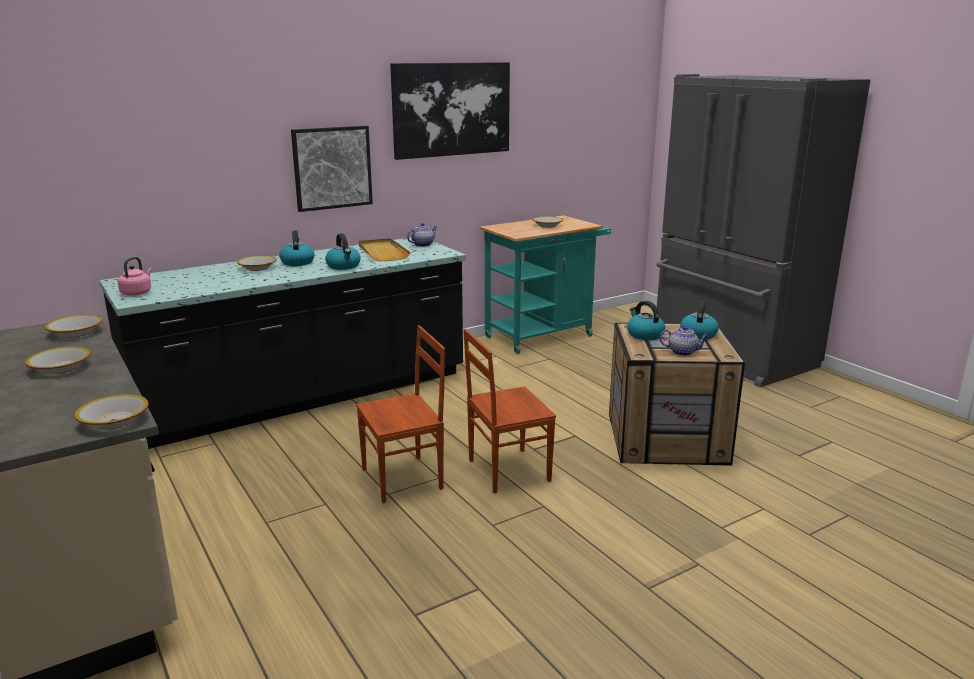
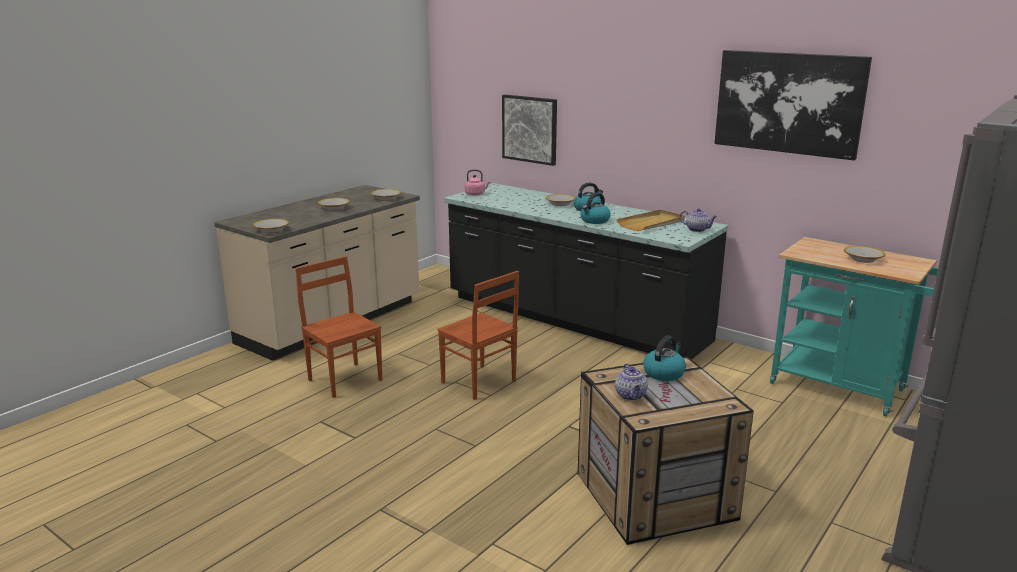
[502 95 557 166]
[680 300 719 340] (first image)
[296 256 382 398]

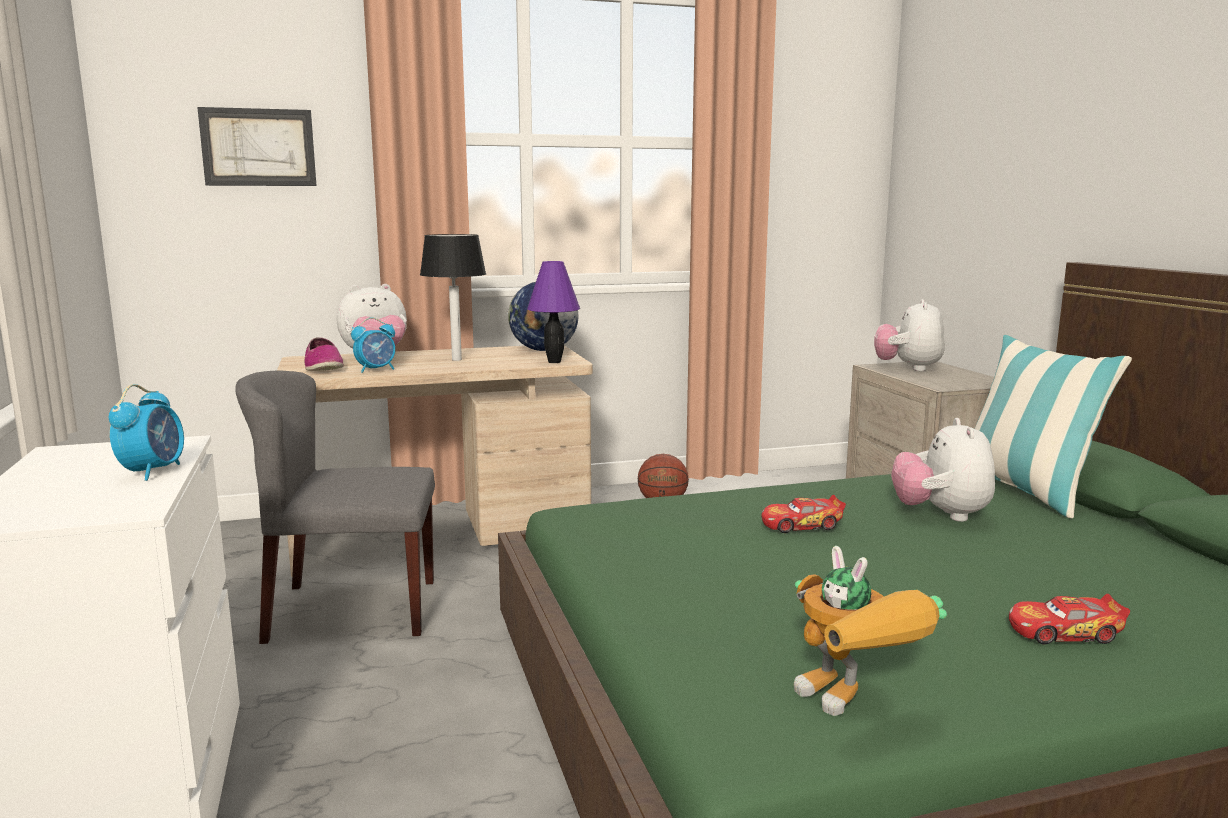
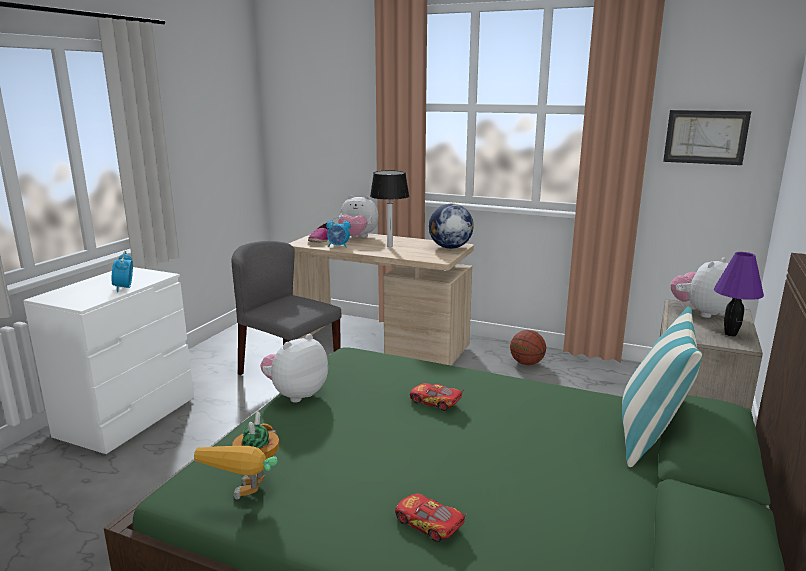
[663 110 751 165]
[714 252 764 337]
[112 251 133 292]
[260 334 328 403]

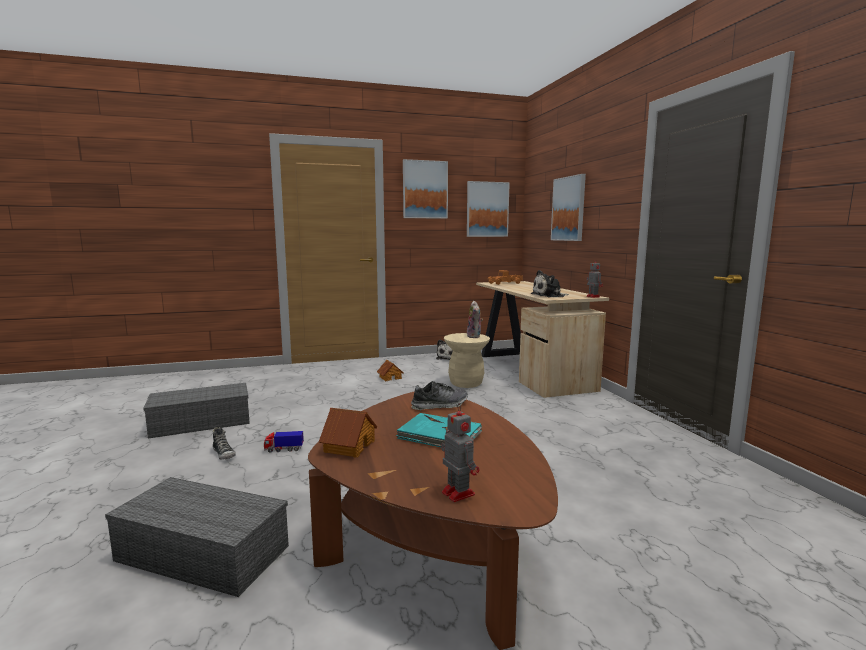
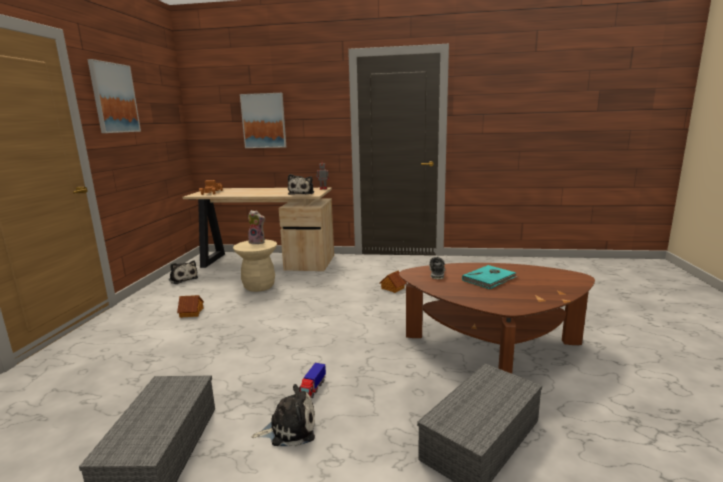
[467 181 510 237] (first image)
[441 403 479 502] (first image)
[380 271 407 293]
[251 384 315 447]

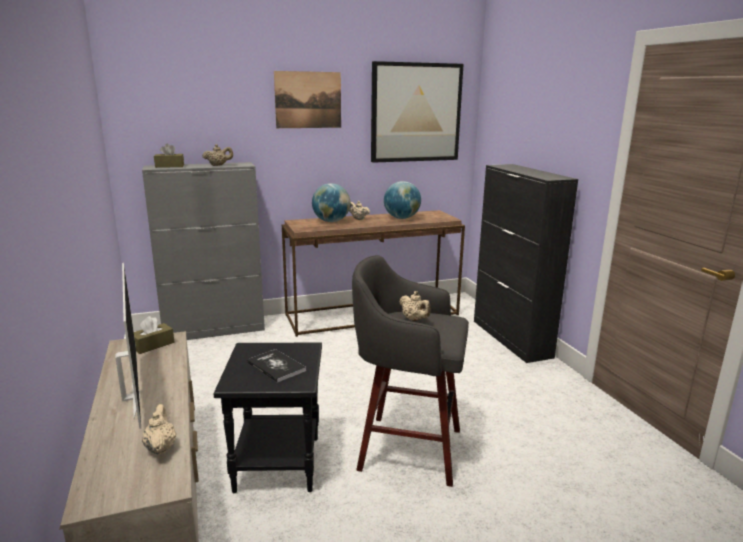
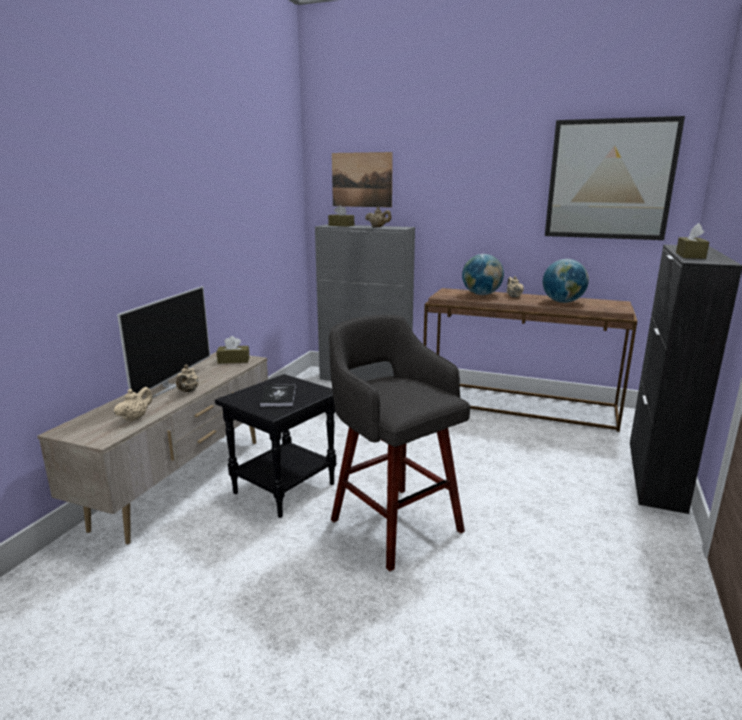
[332 152 393 207]
[176 365 199 392]
[676 223 709 259]

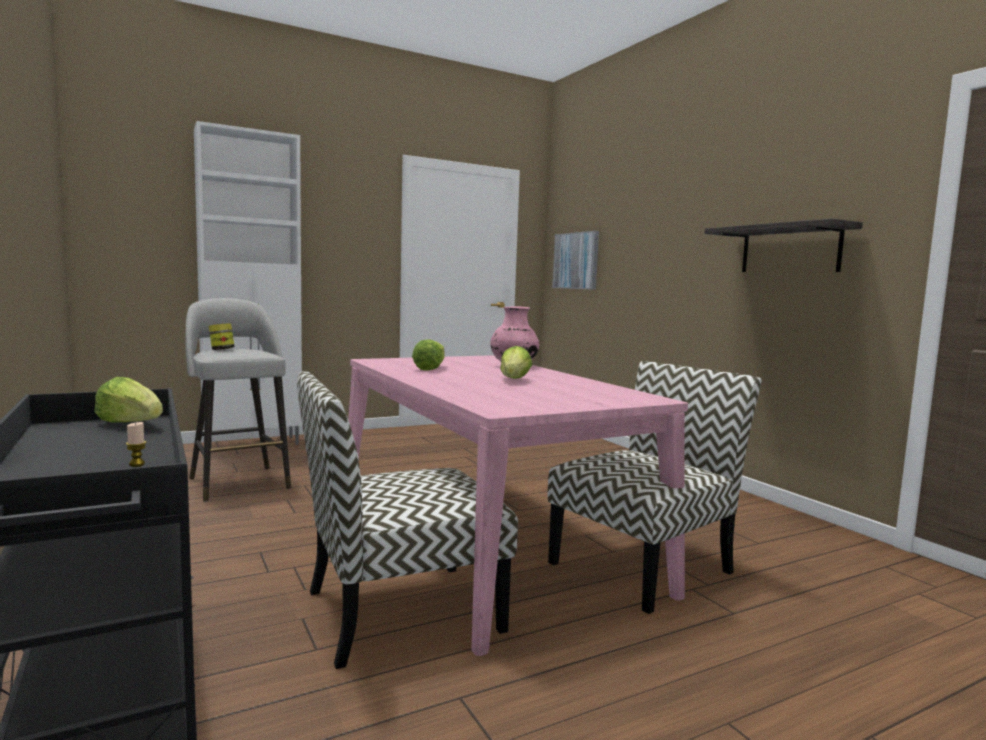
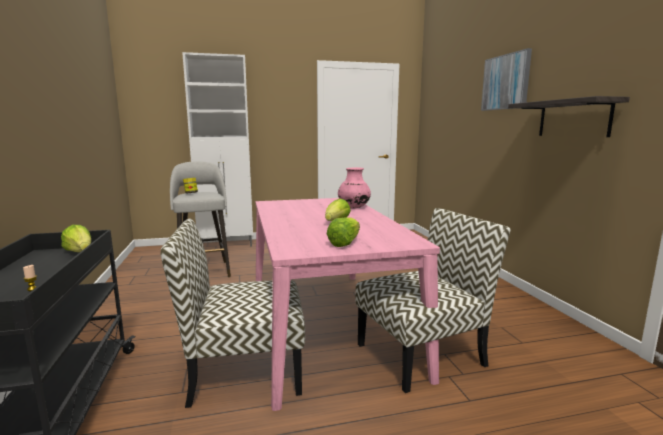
[481 48 532 111]
[327 217 360 247]

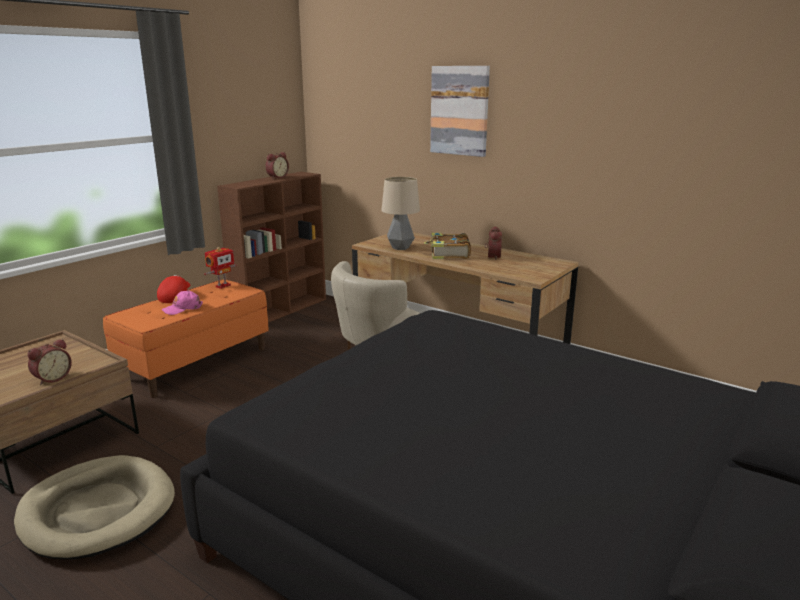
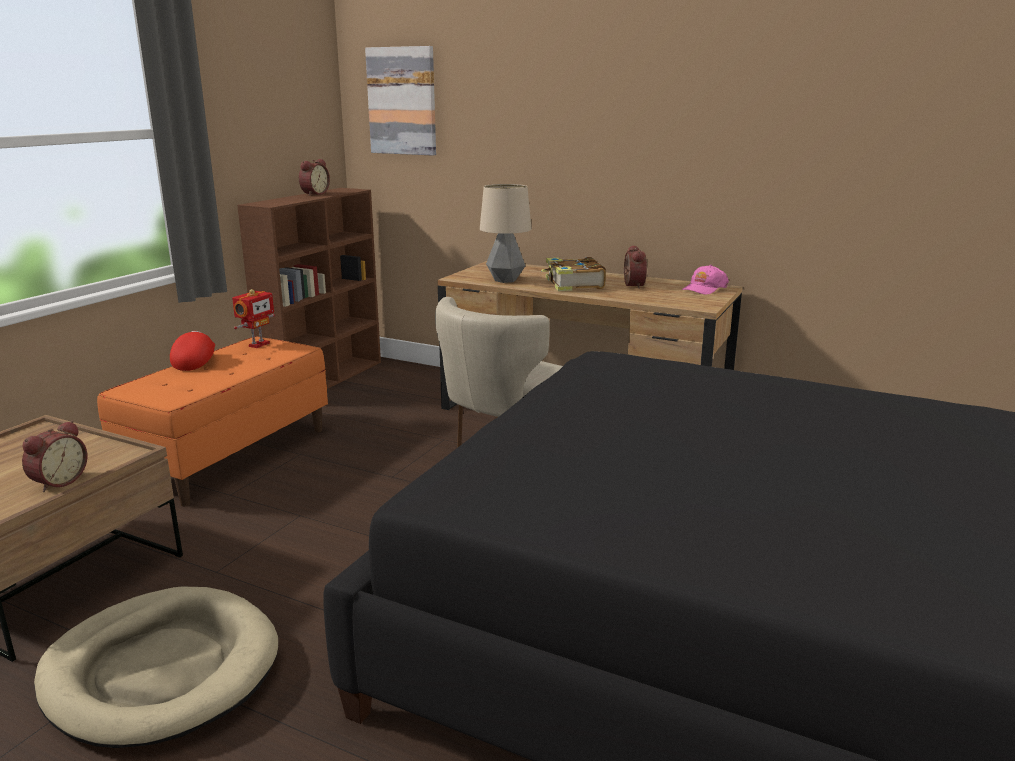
[365 46 436 155]
[682 265 729 294]

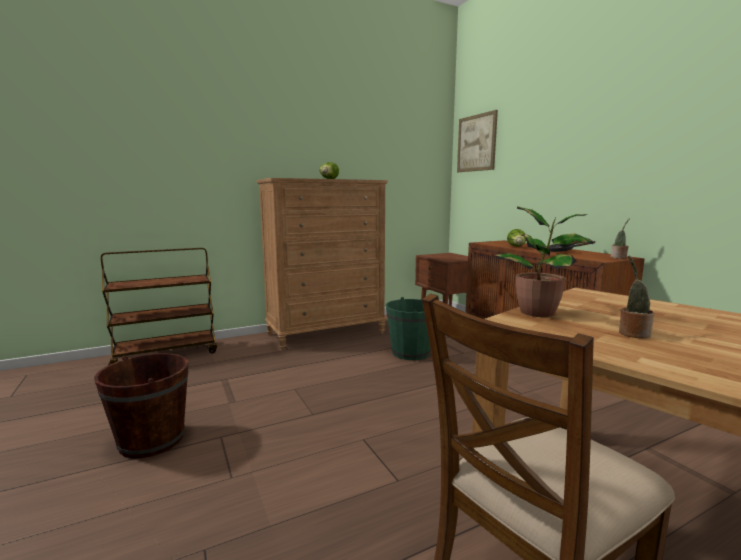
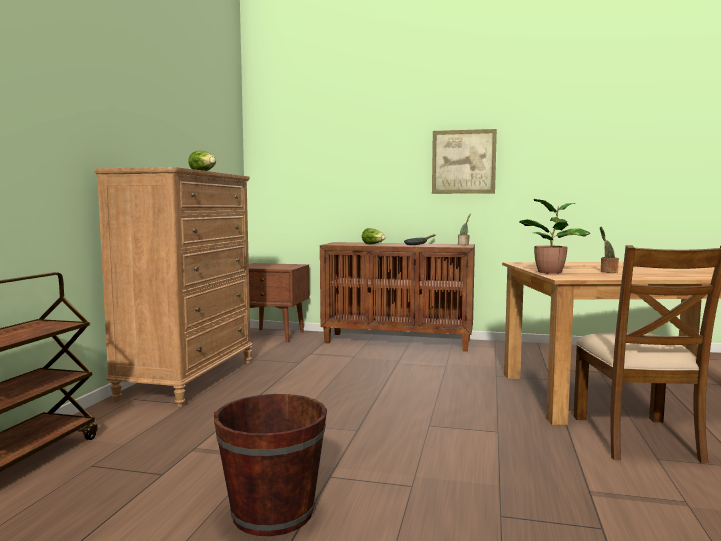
[432 129 497 194]
[386 297 431 360] (first image)

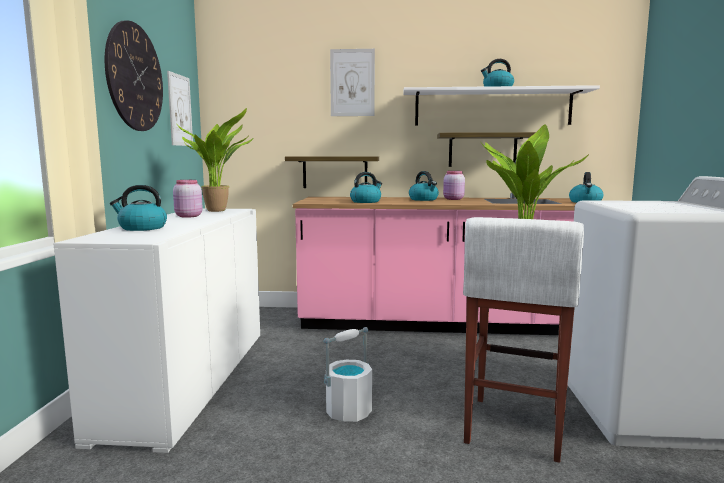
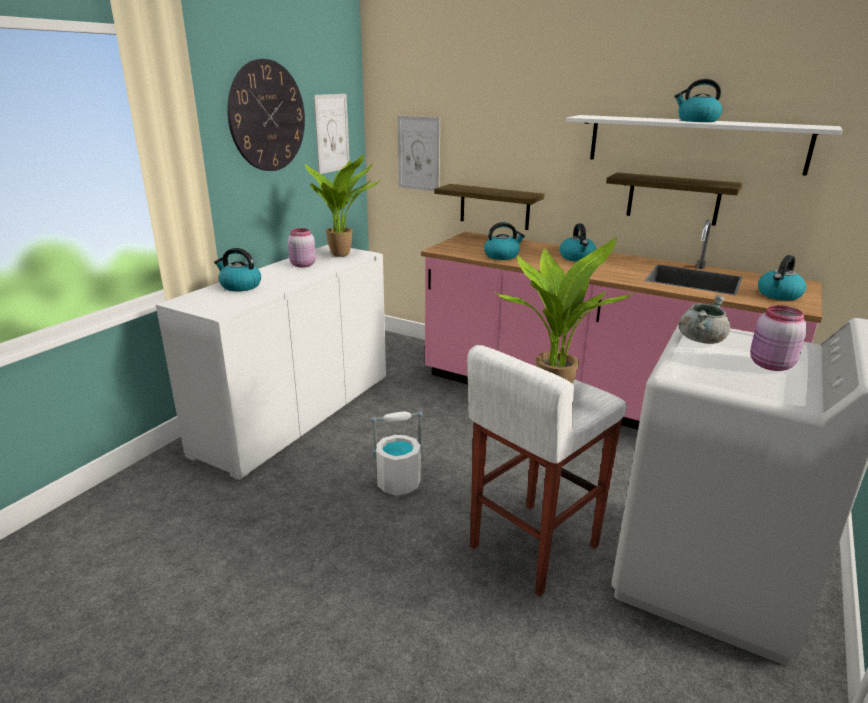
[398 115 440 191]
[750 305 807 371]
[679 295 730 344]

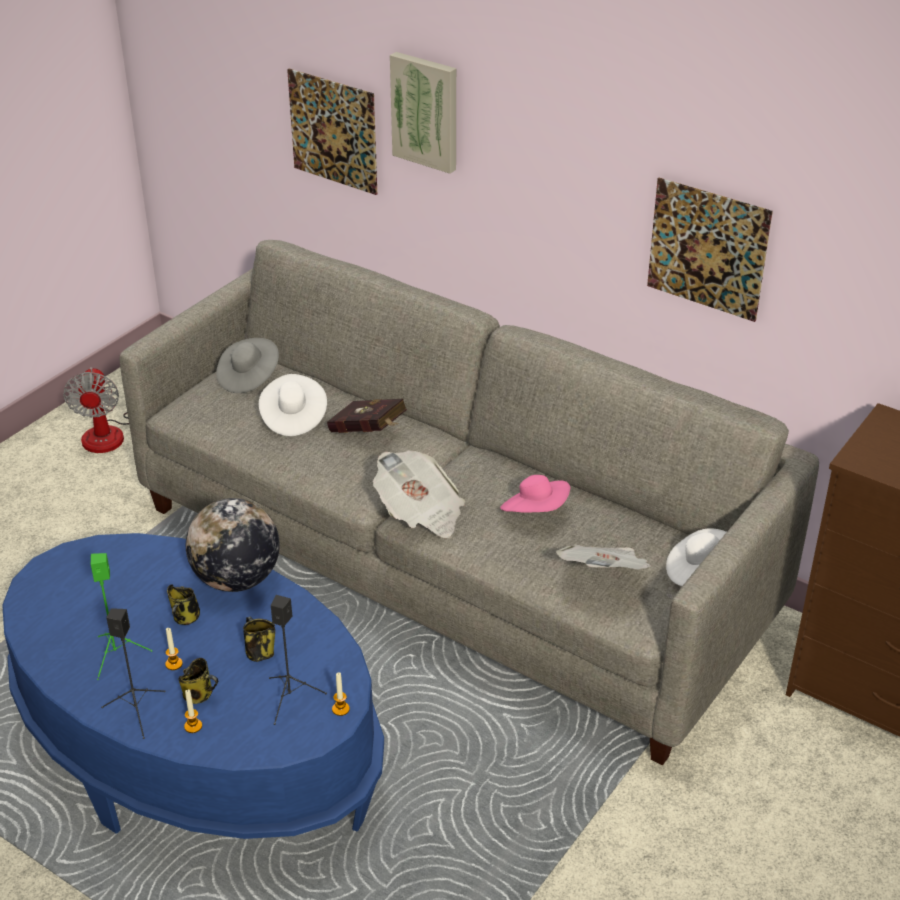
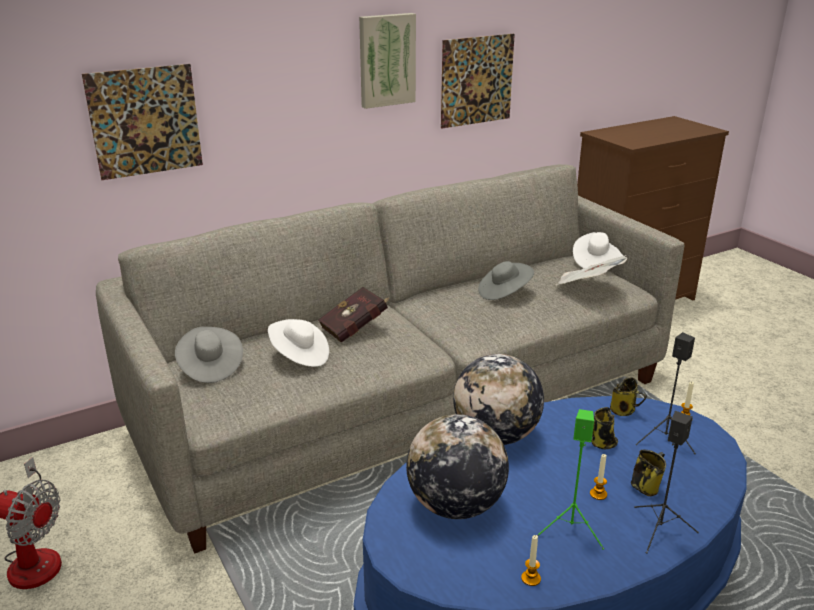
[359 13 416 109]
[373 450 465 538] (first image)
[478 261 534 300]
[610 378 647 416]
[521 535 541 586]
[406 414 509 519]

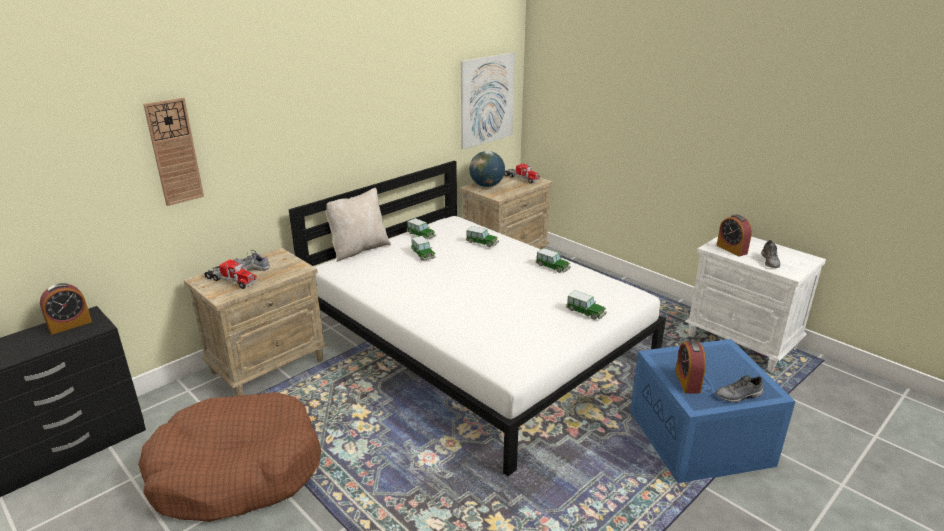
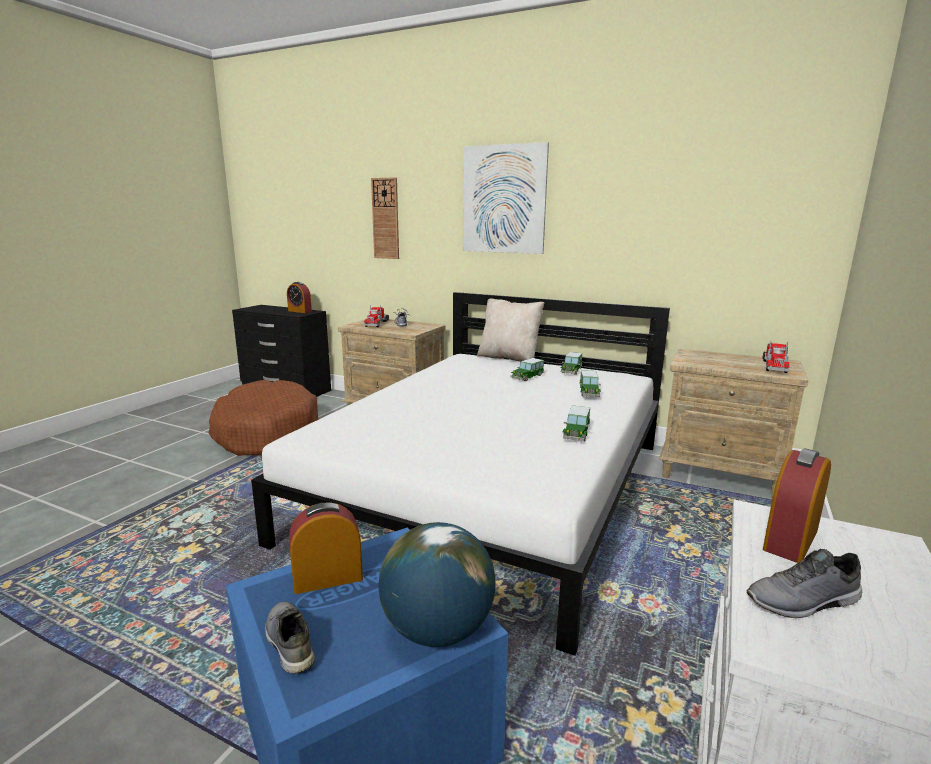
[463 142 549 254]
[379 522 496 647]
[566 290 607 320] (first image)

